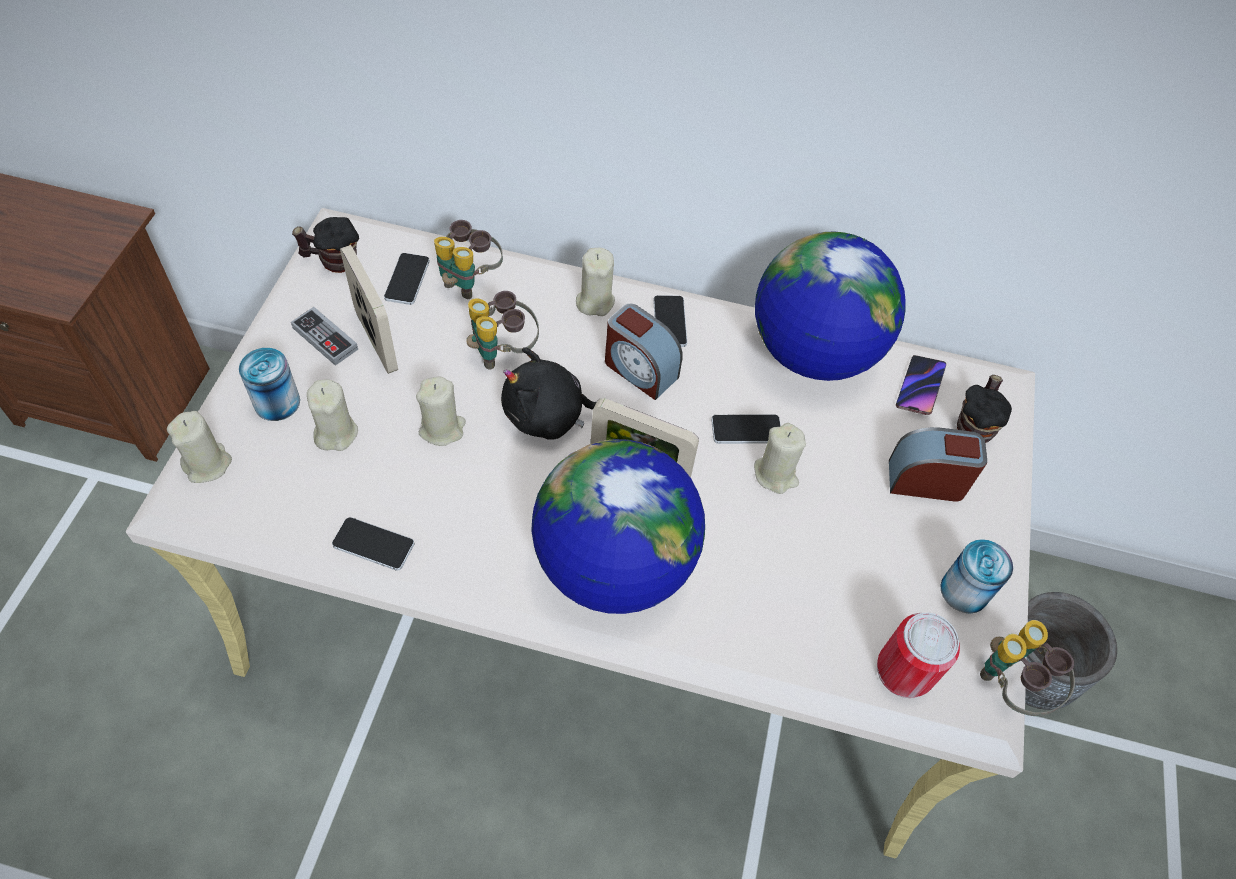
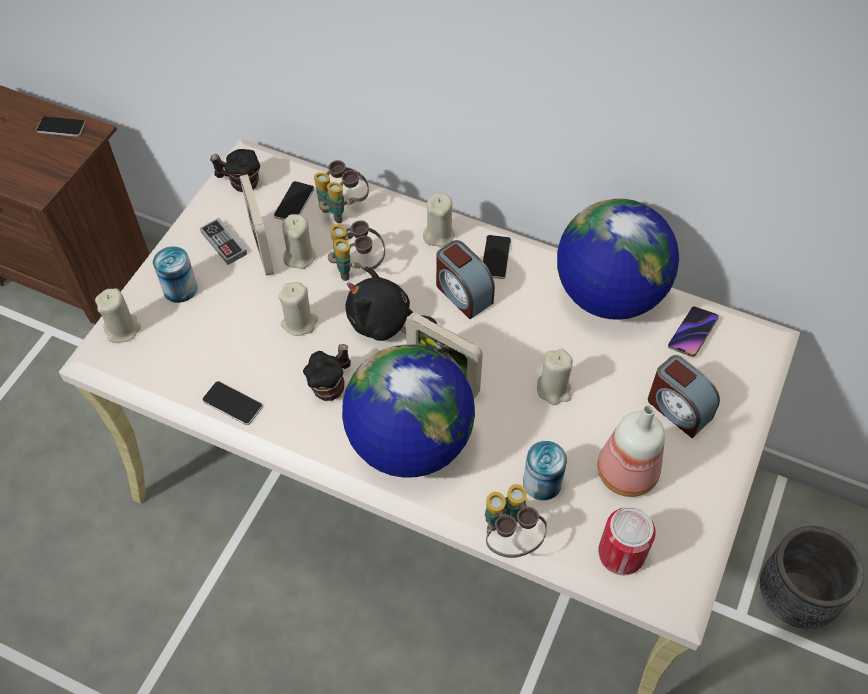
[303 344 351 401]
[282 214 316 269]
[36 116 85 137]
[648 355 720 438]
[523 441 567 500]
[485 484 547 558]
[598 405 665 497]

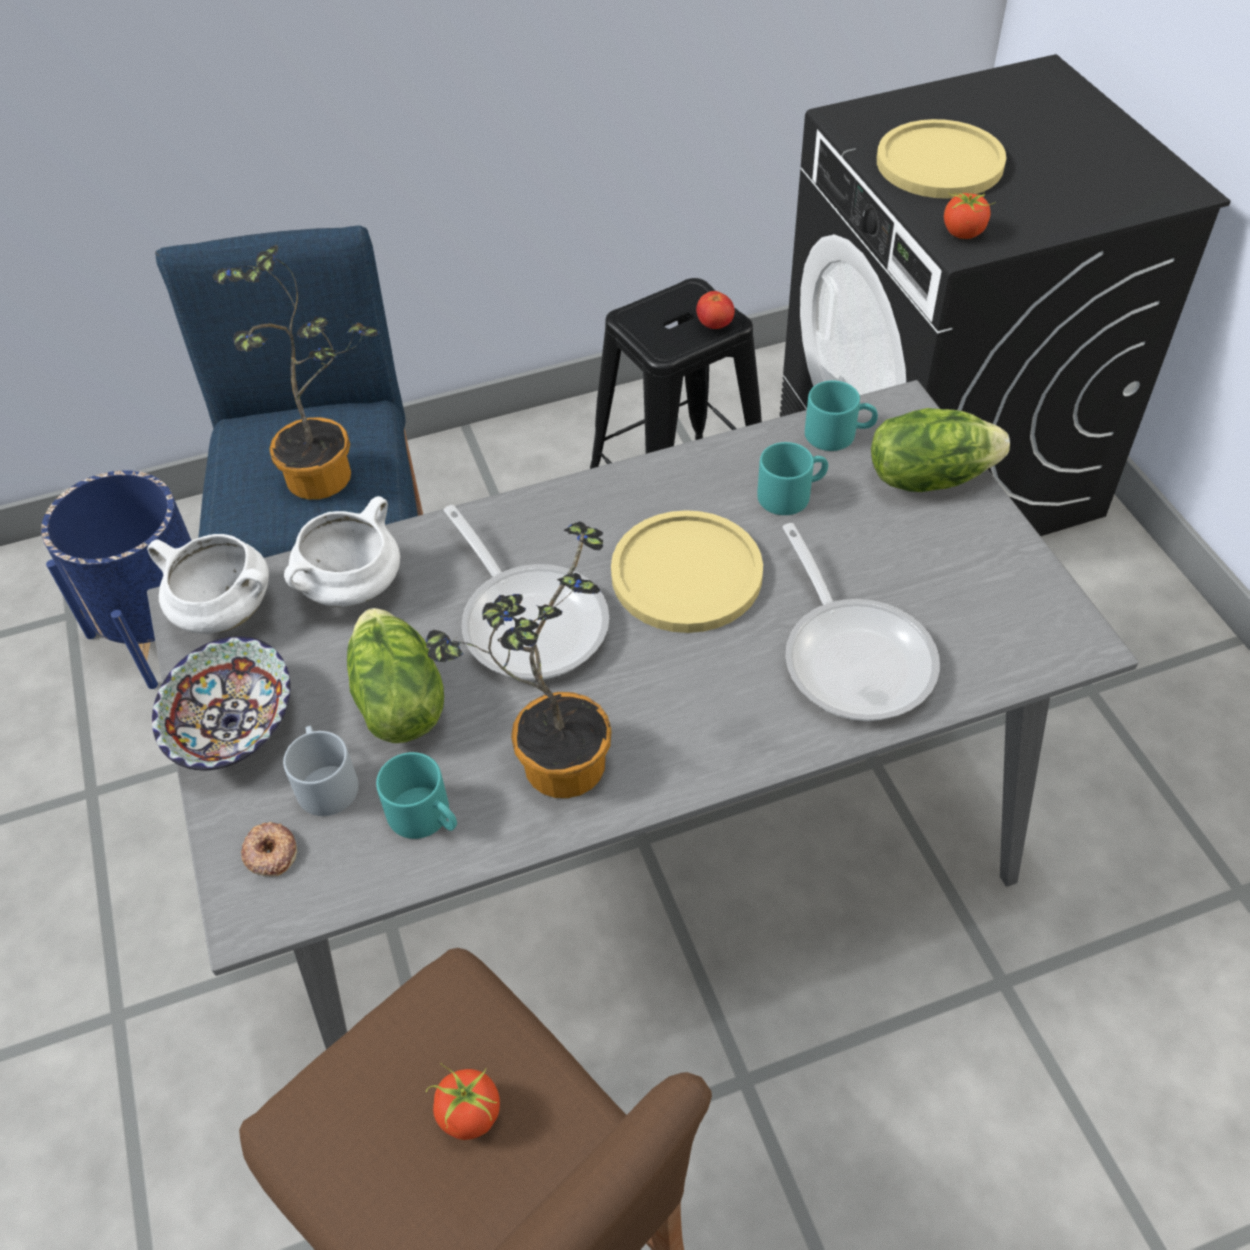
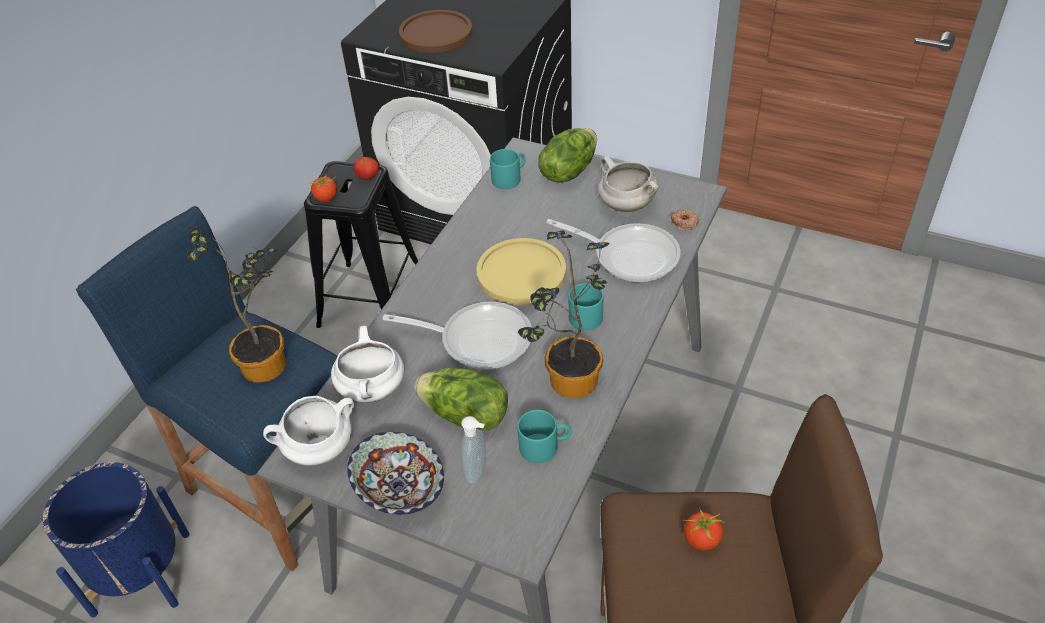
[399 10 472 53]
[309 174 337 202]
[569 283 604 331]
[461 416 486 484]
[671 210 699 230]
[598 156 659 212]

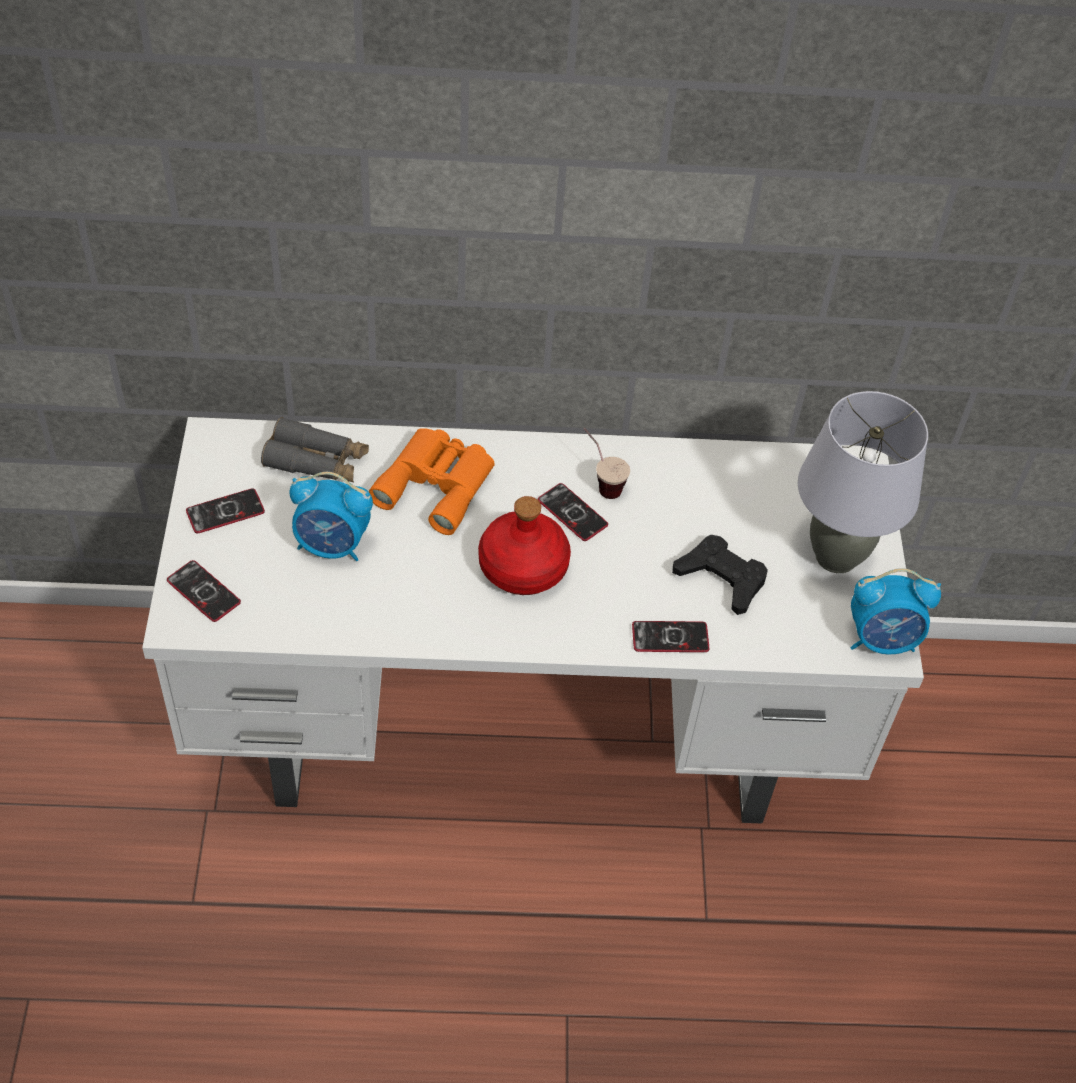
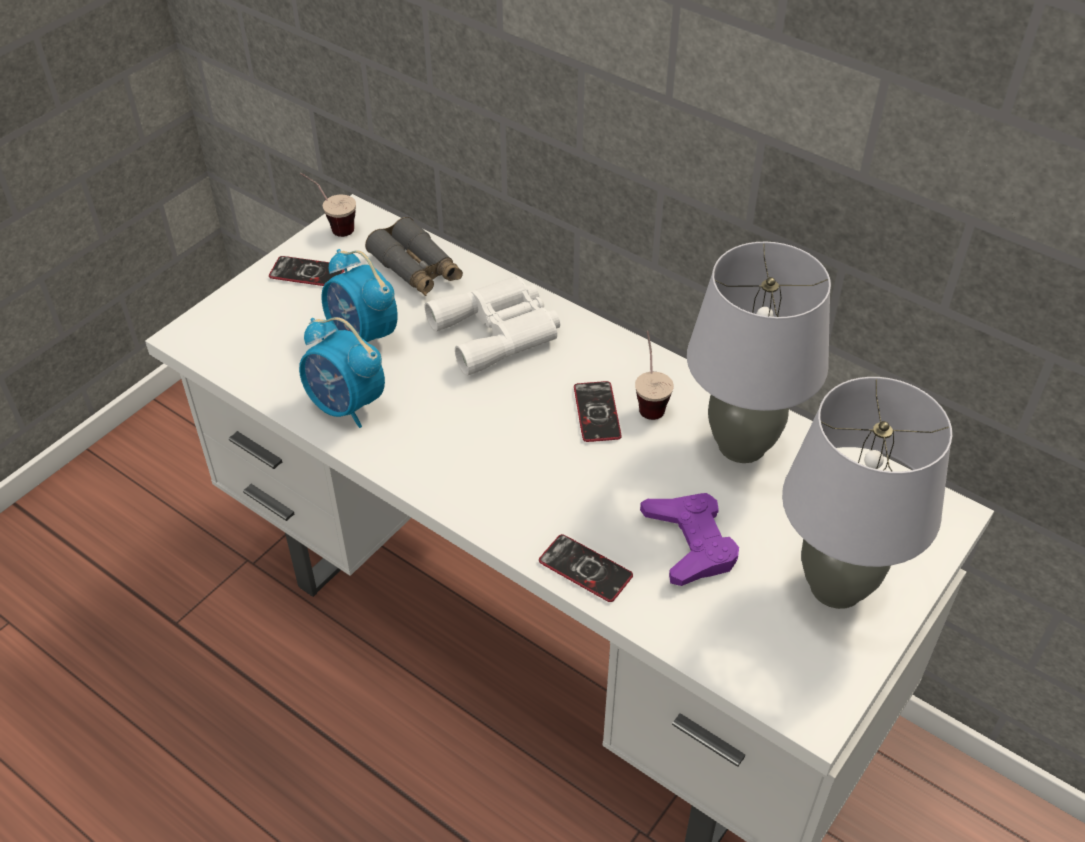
[424 276 560 376]
[478 496 571 595] (first image)
[640 493 739 586]
[167 560 241 622] (first image)
[299 317 385 428]
[300 173 356 237]
[687 242 831 463]

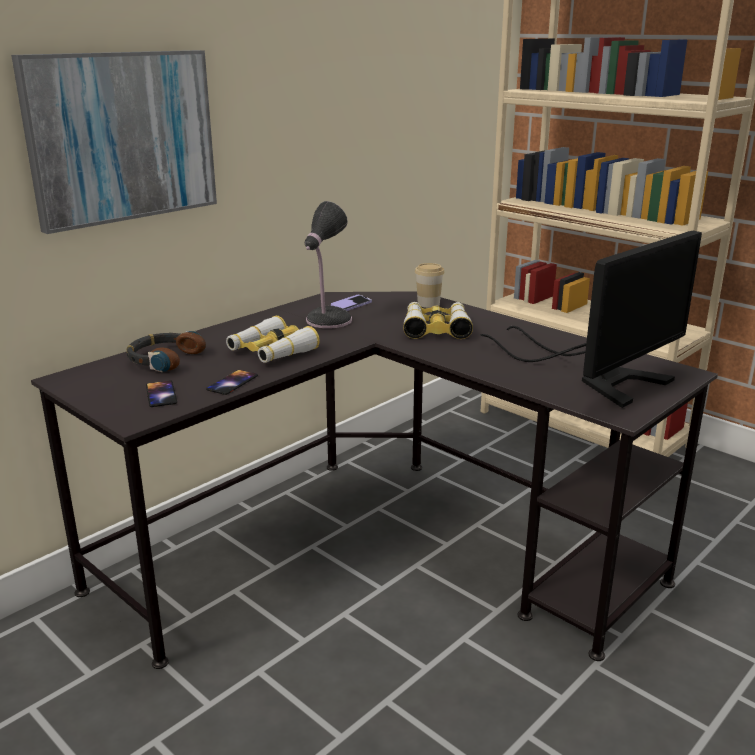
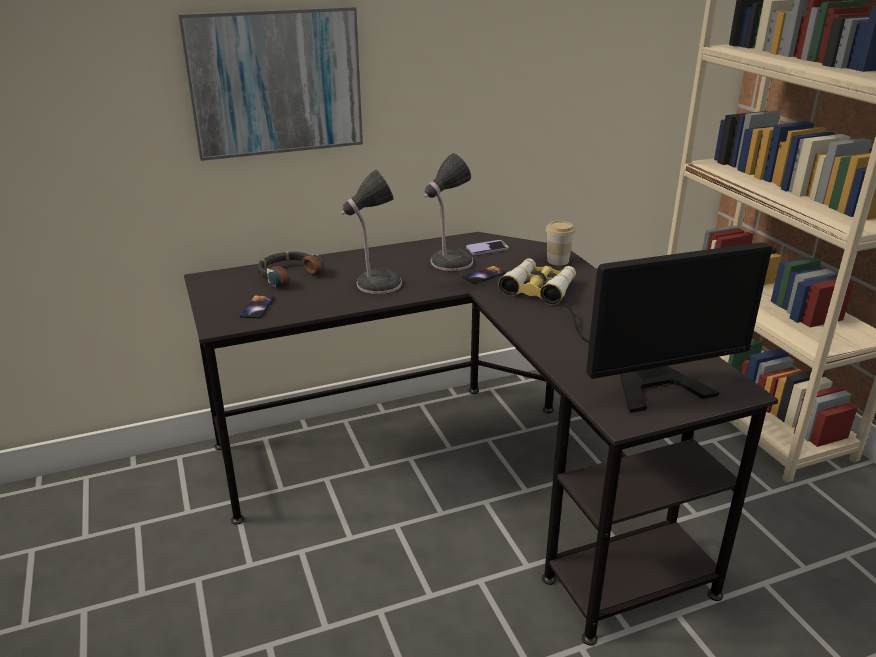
[342 169 402 294]
[462 266 507 284]

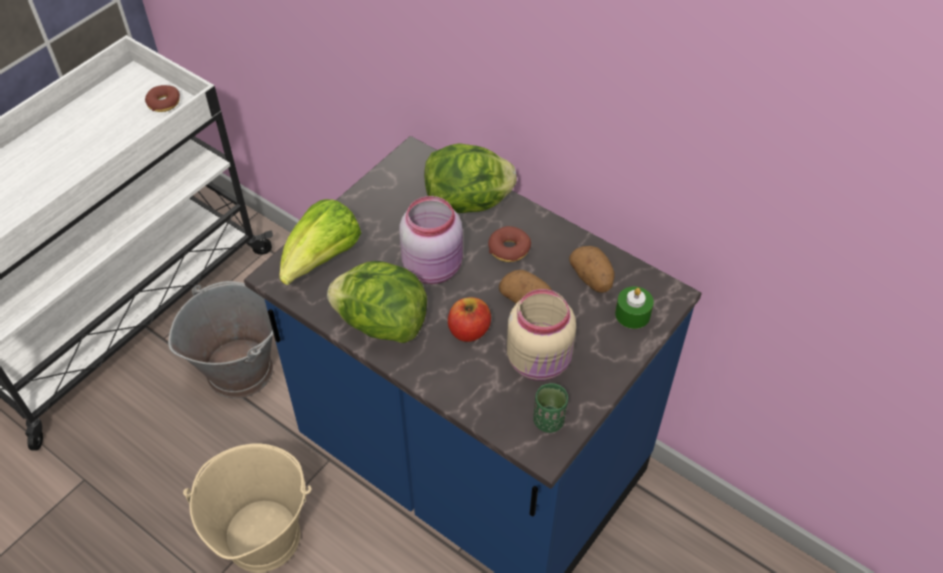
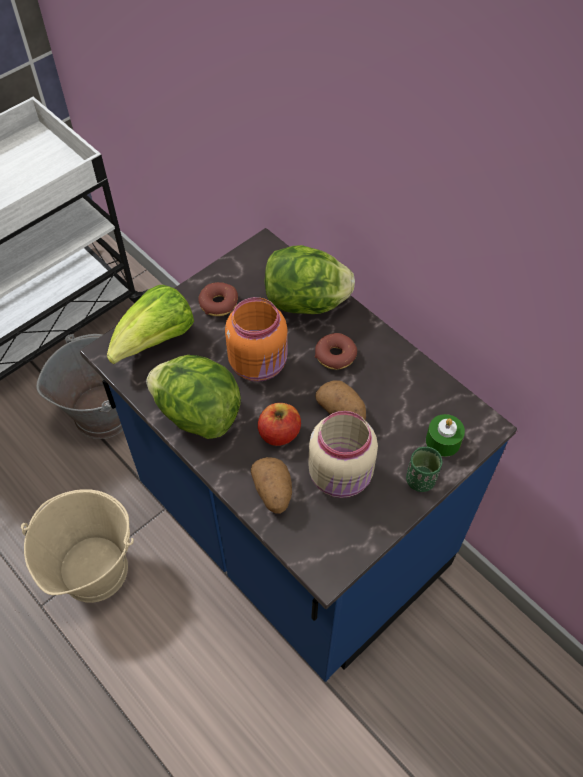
[198 282 238 316]
[225 297 288 382]
[251 457 292 514]
[406 447 442 492]

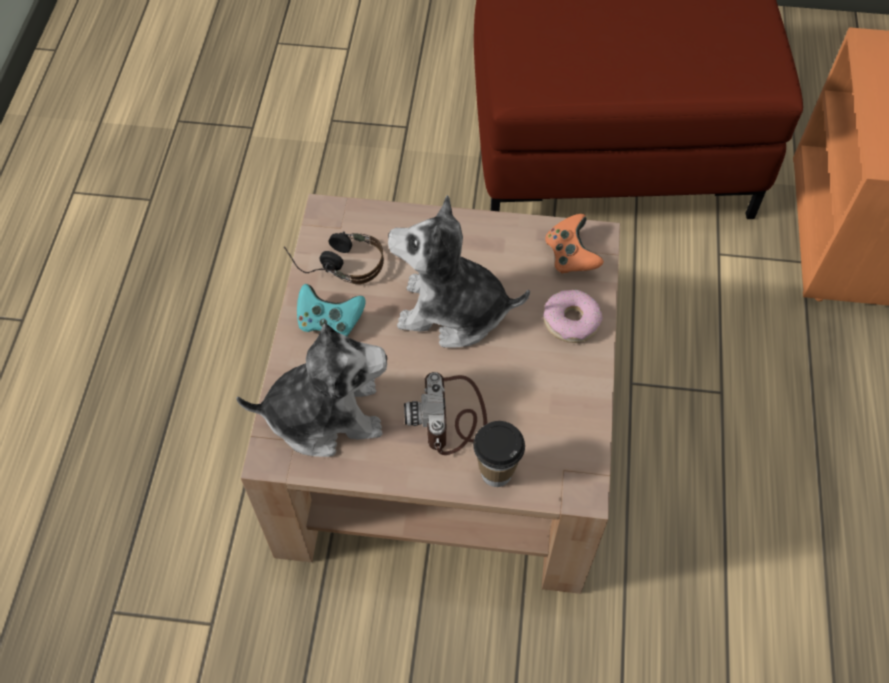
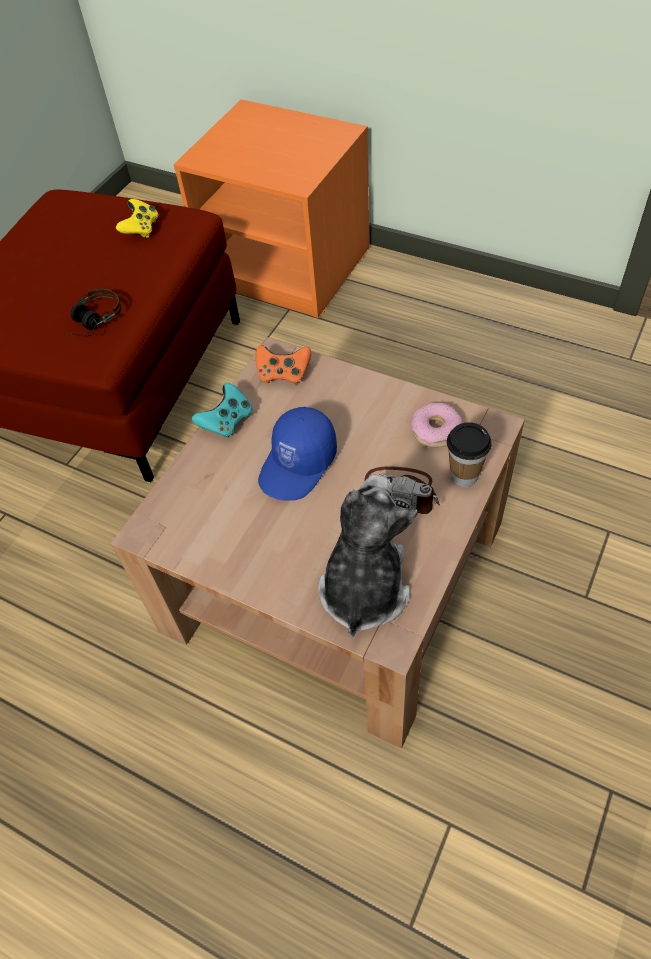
[258 406 337 501]
[64 289 122 337]
[192 383 253 438]
[411 403 463 448]
[116 199 158 238]

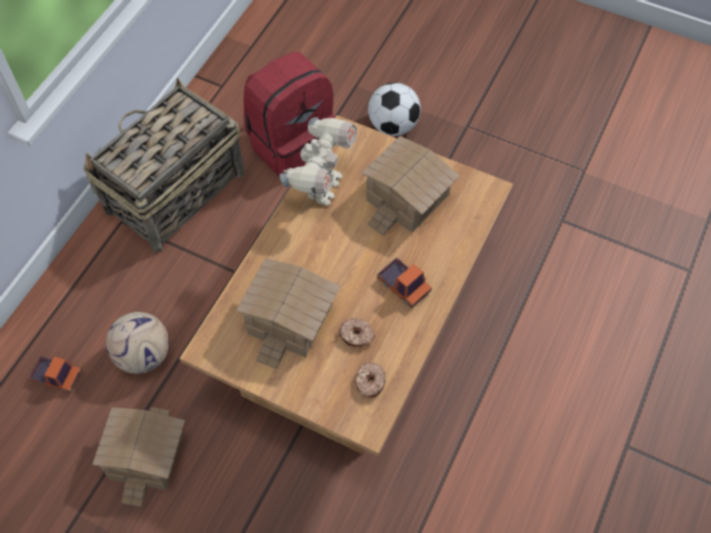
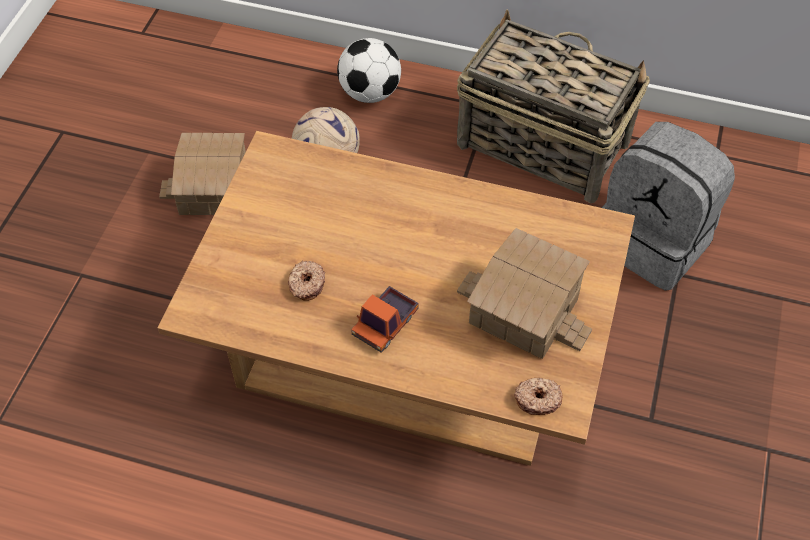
[602 122 735 291]
[337 38 401 103]
[279 118 357 206] (first image)
[236 258 340 369] (first image)
[29 356 82 393] (first image)
[514 378 563 415]

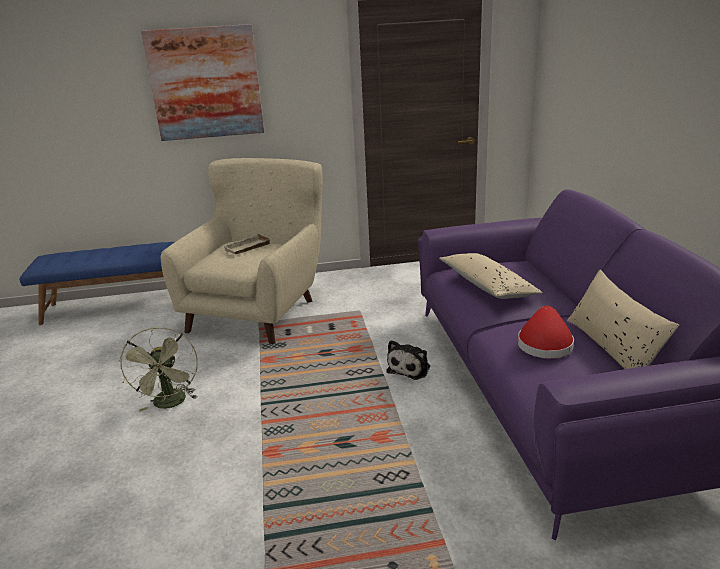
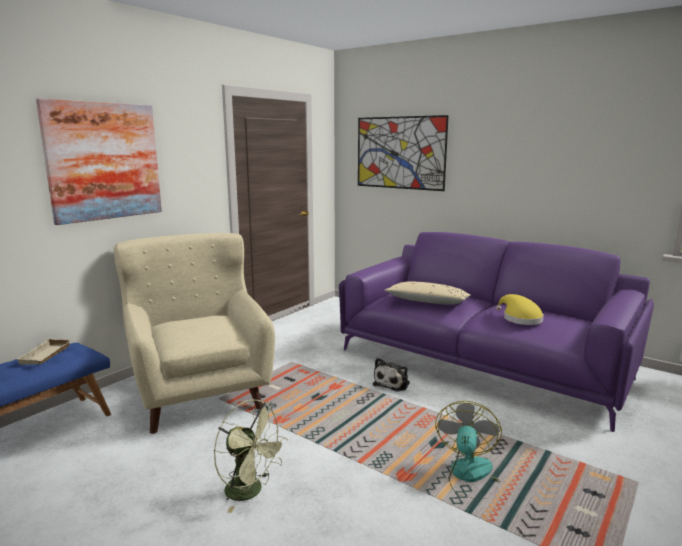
[17 338 72 365]
[567 270 679 369] (first image)
[496 294 544 325]
[373 357 410 392]
[358 115 449 191]
[435 401 502 499]

